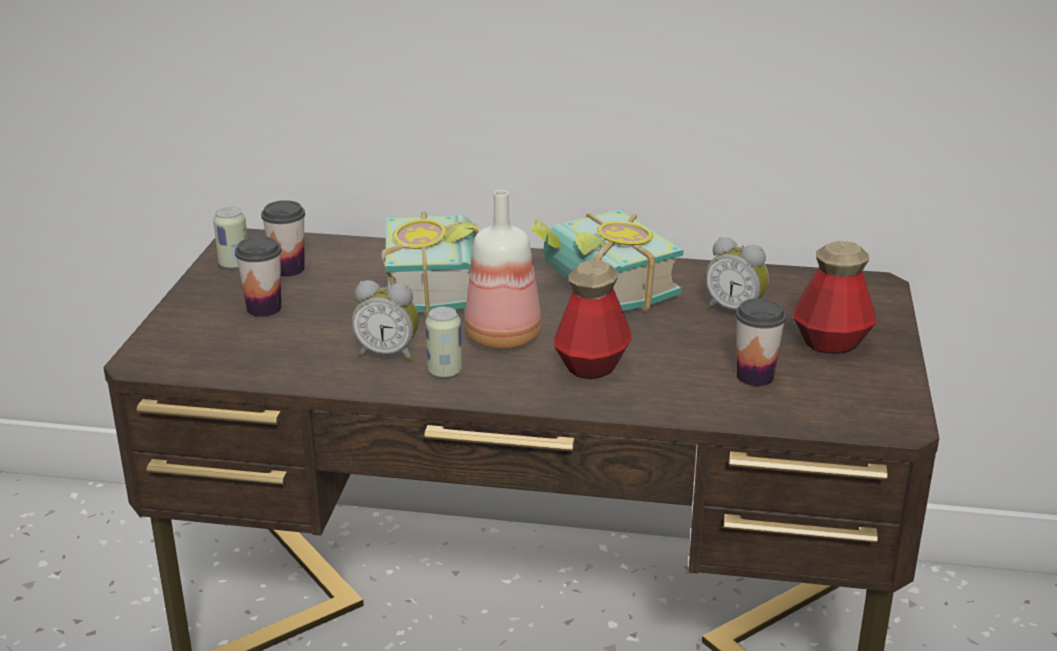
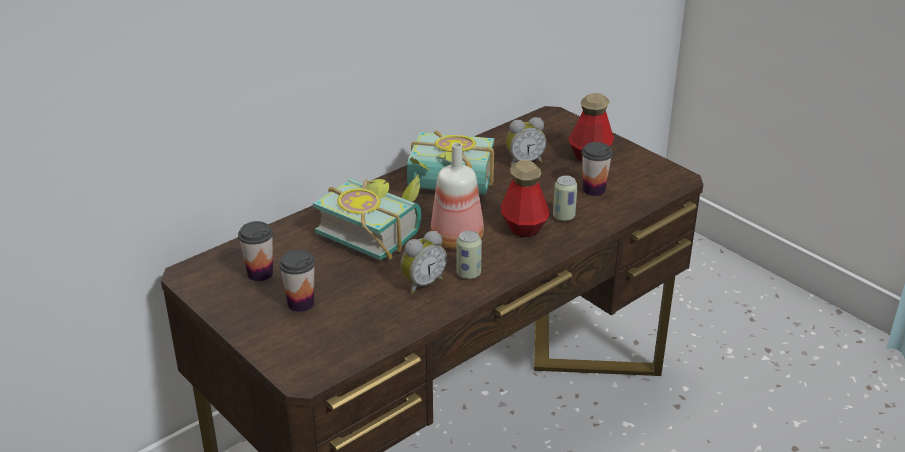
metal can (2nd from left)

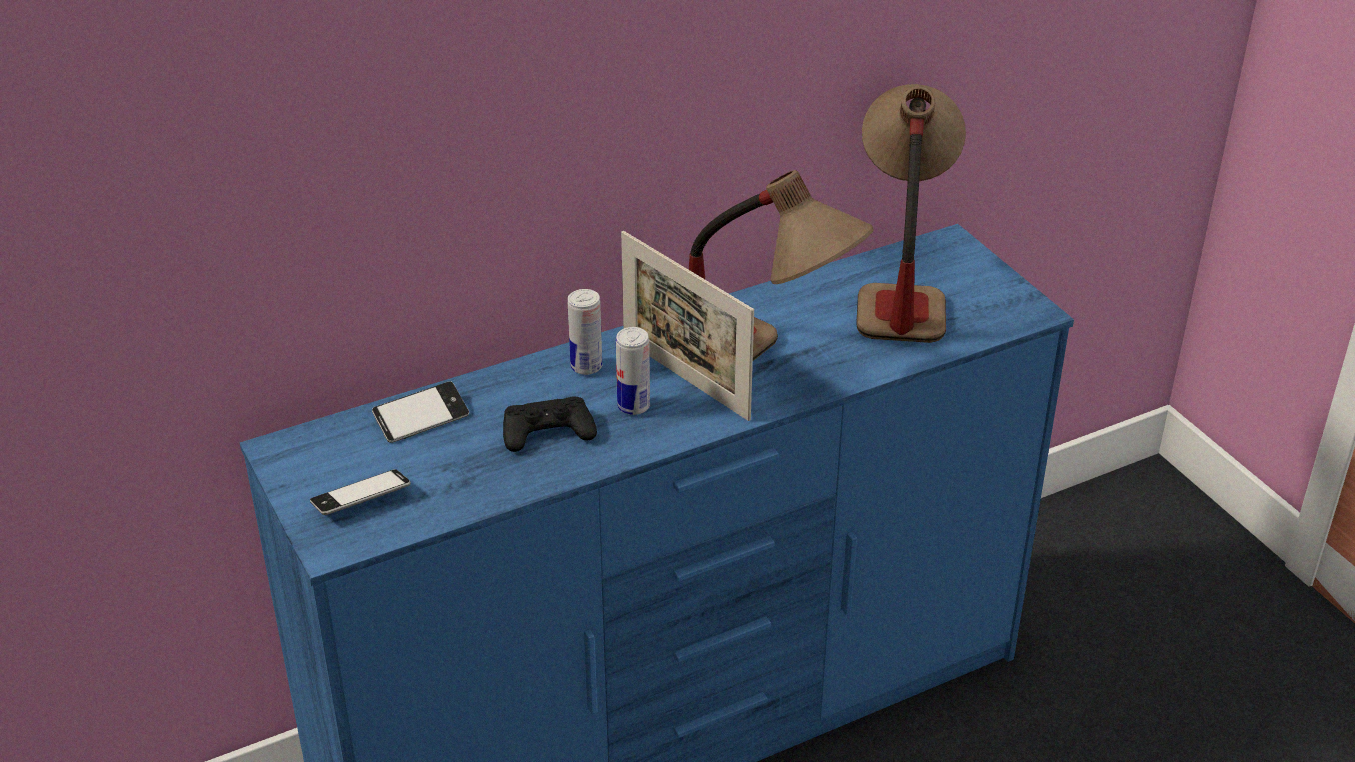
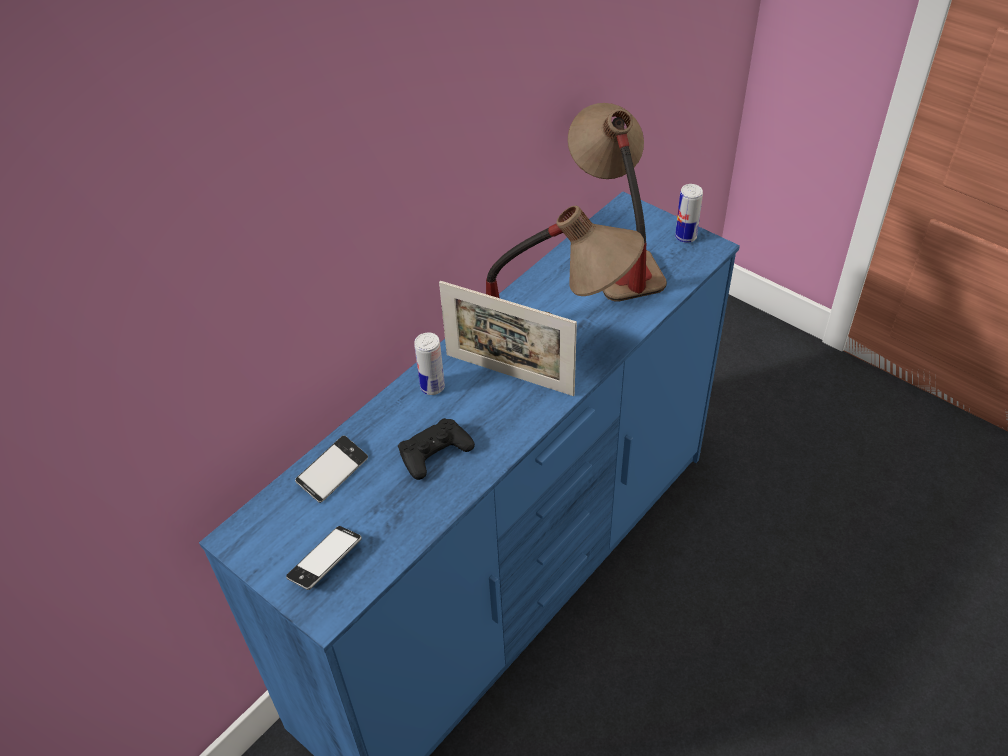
metal can (2nd from left)

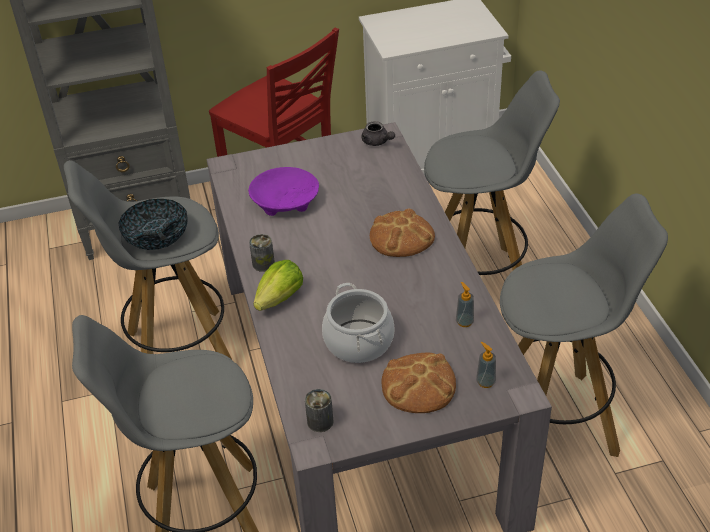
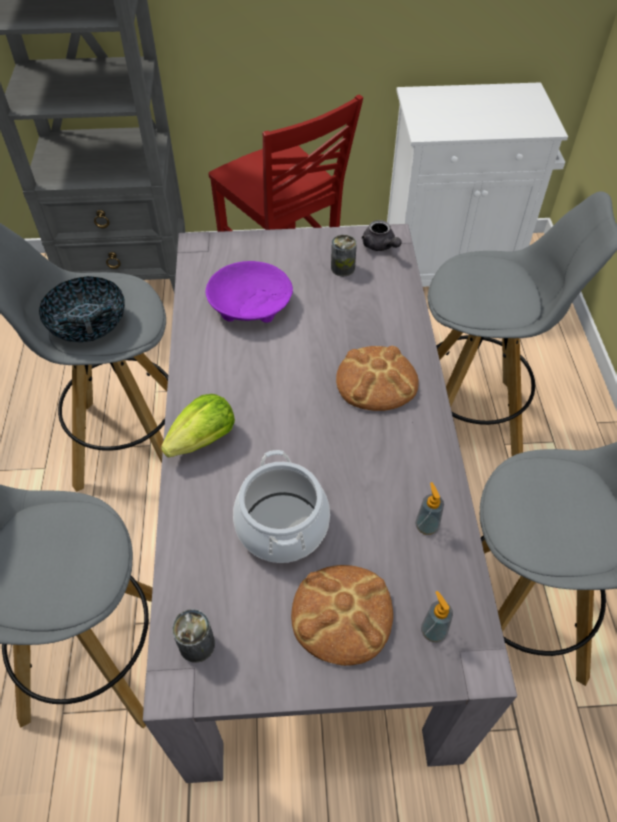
metal can (2nd from left)

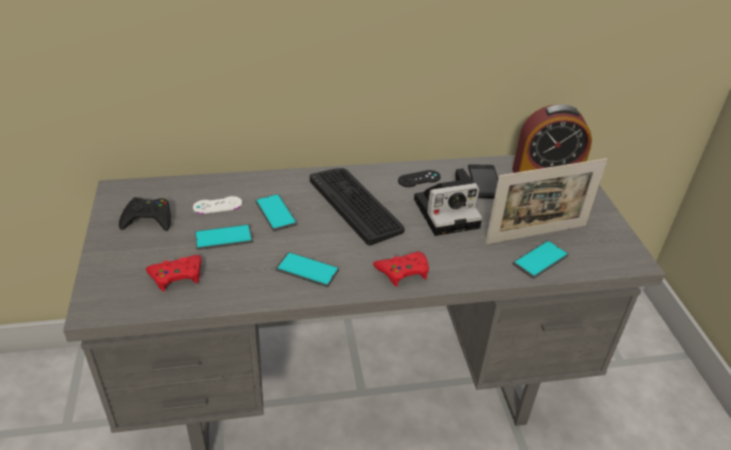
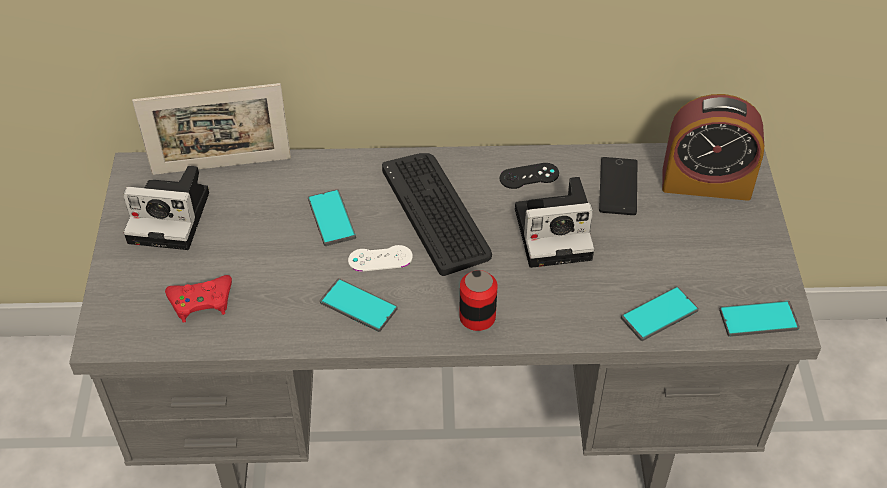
white-coloured game controller
handset (5th from left)
photo frame
still camera (1st from left)
metal can

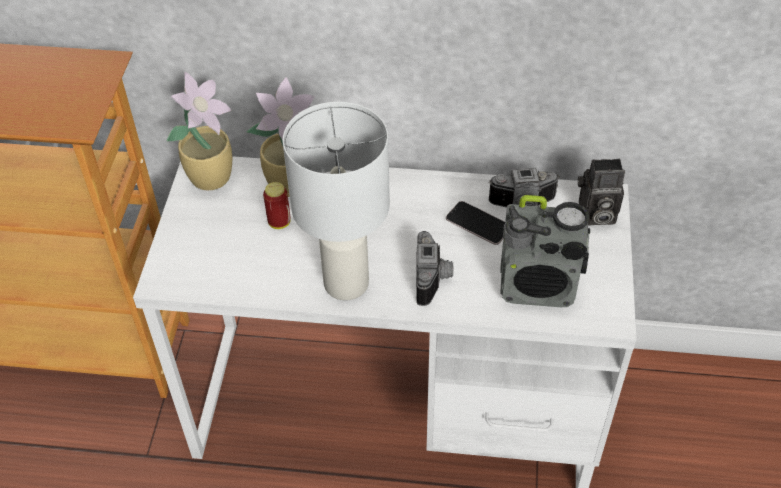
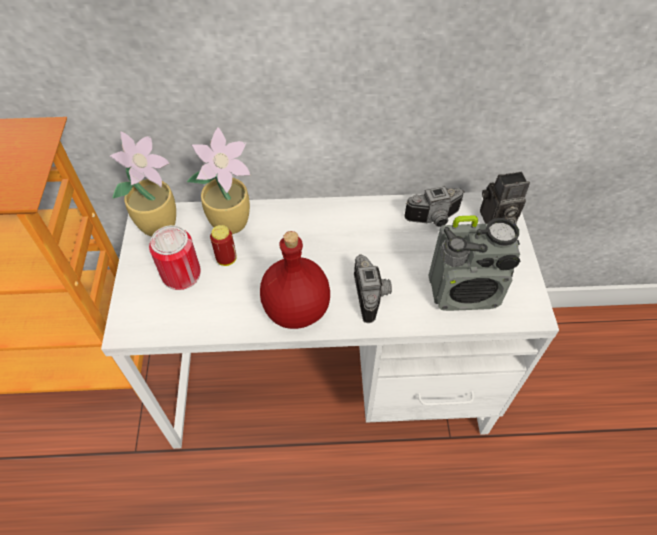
handset
metal can (1st from left)
reddish bottle

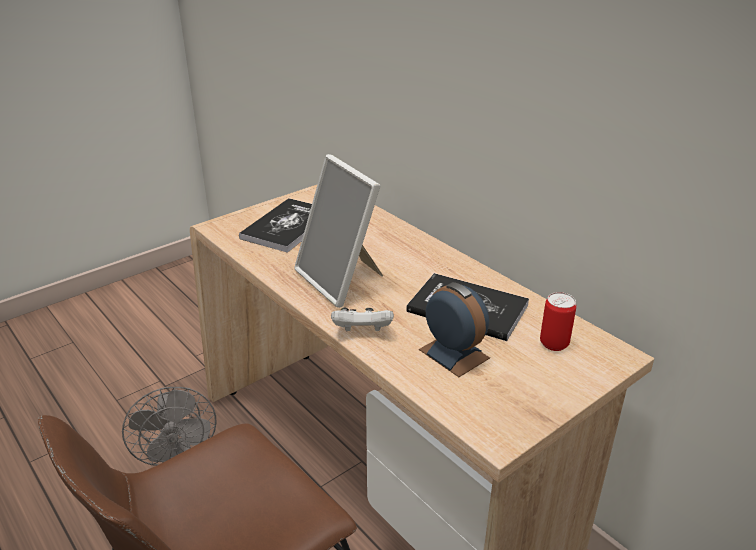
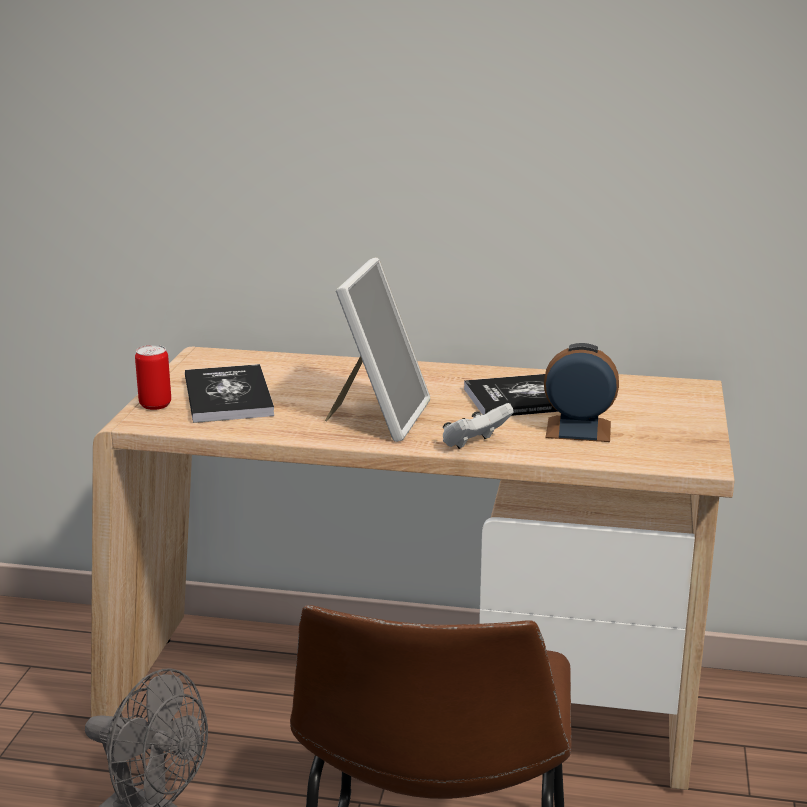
metal can
photo frame

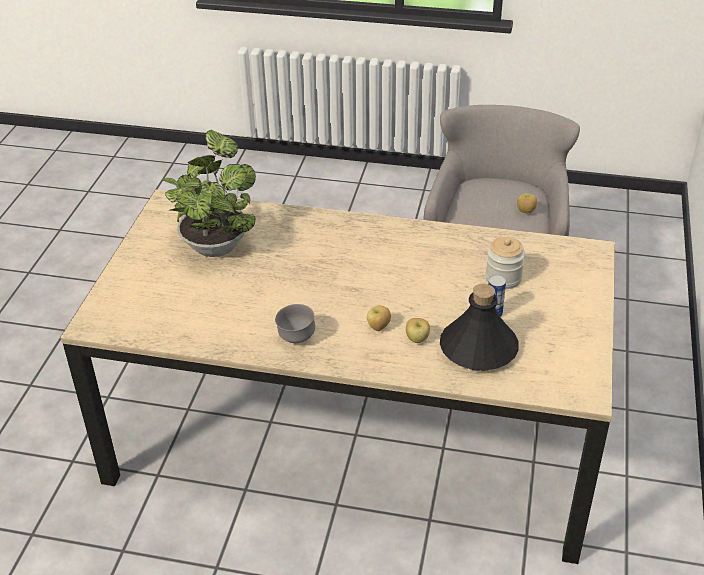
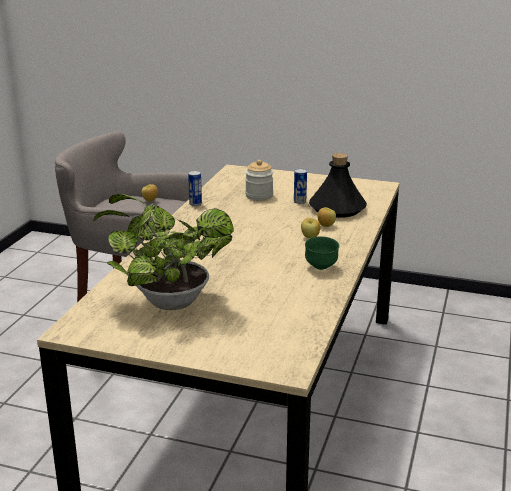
metal can (1st from left)
greenish deep dish

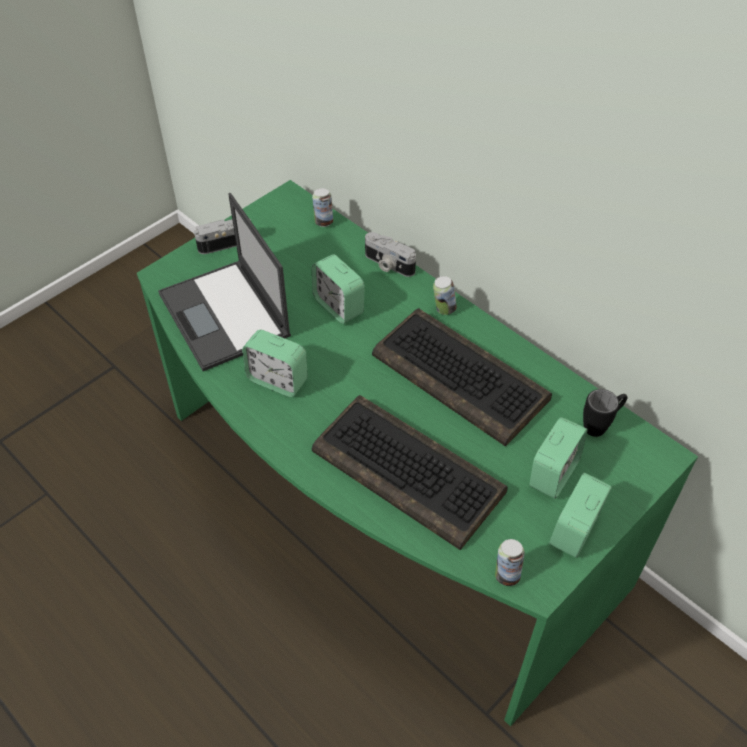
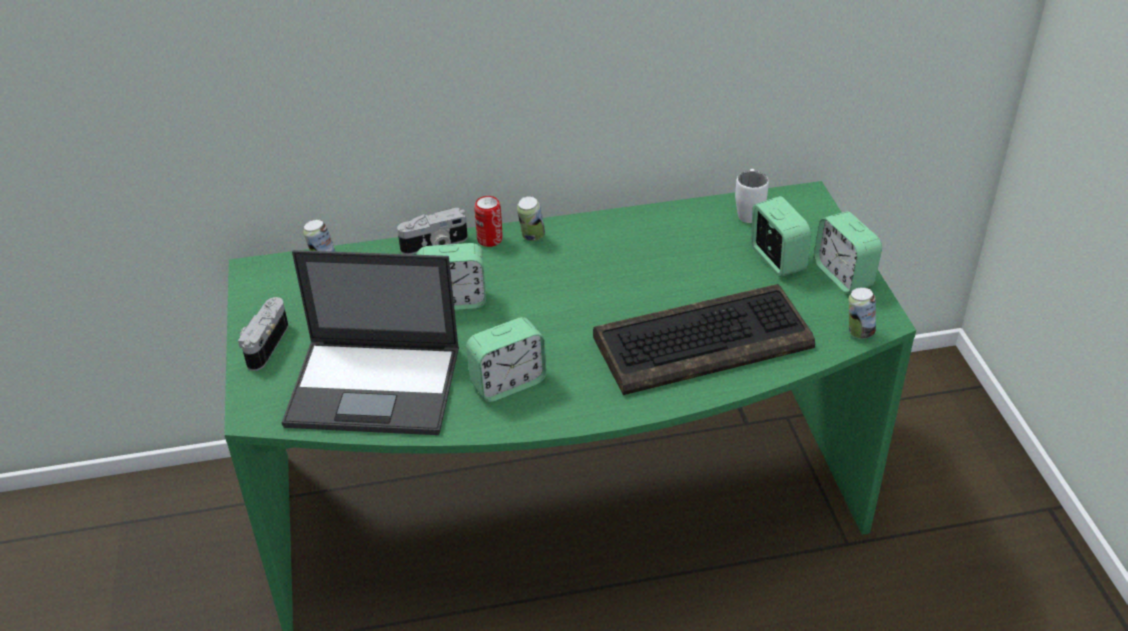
computer keyboard (2nd from left in the first image)
metal can (2nd from left)
white-coloured mug

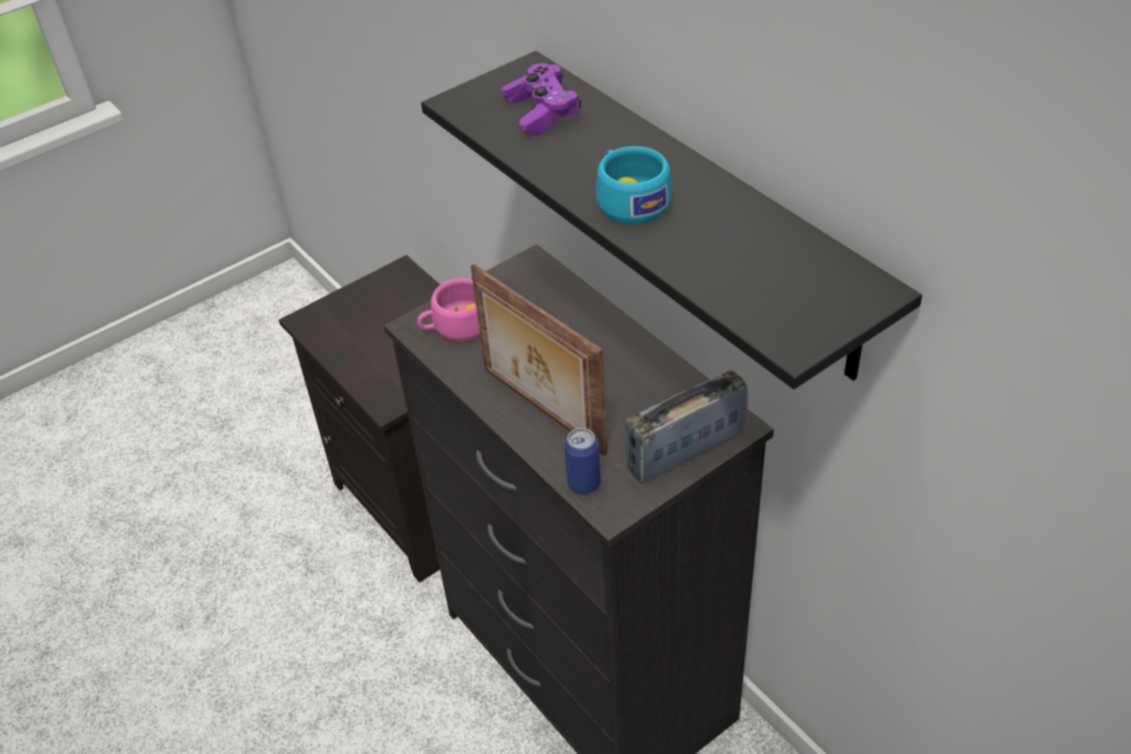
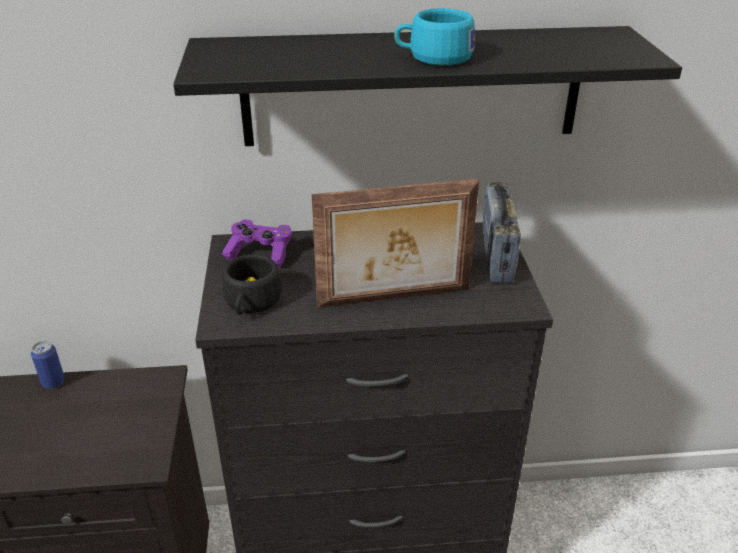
purple game controller
metal can
black-coloured cup

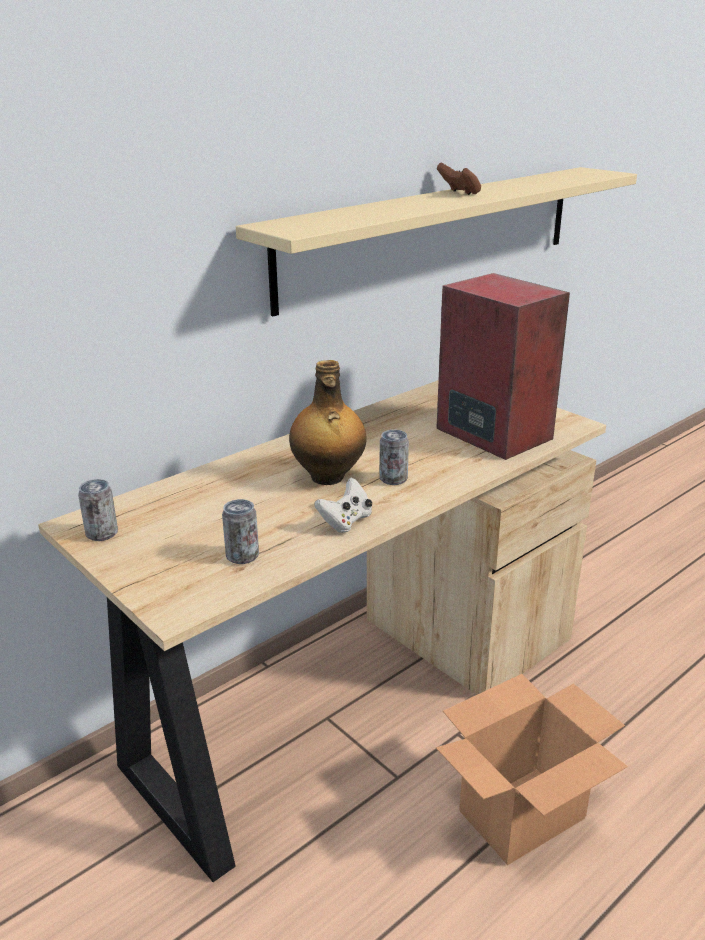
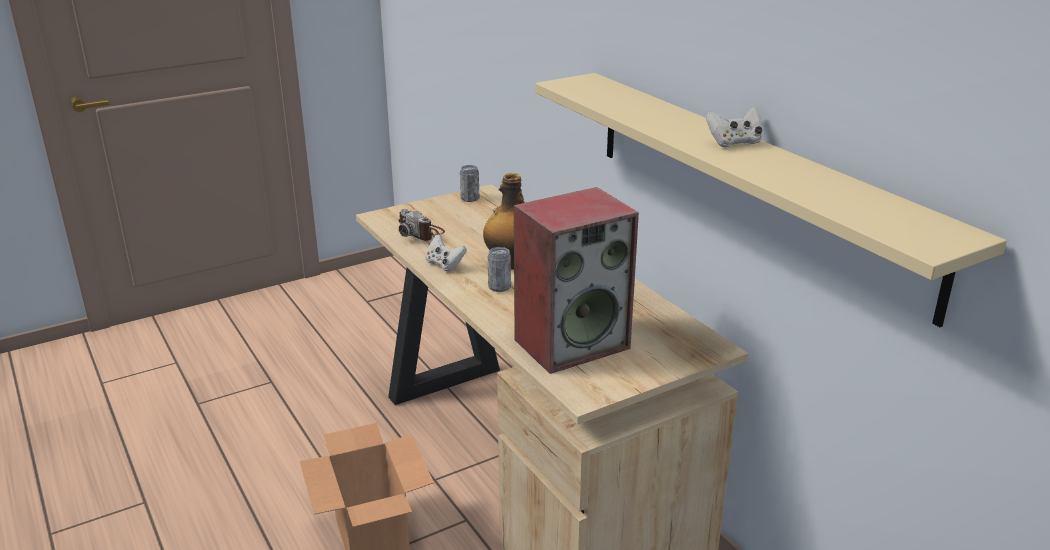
still camera
white-coloured game controller (2nd from left)

